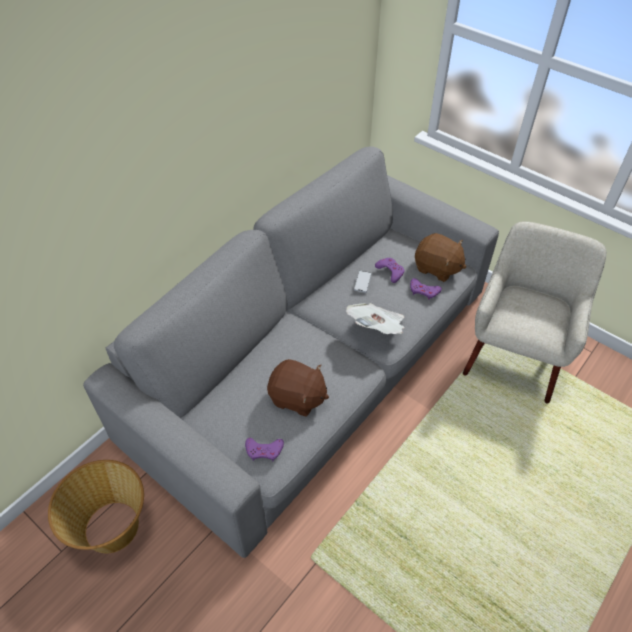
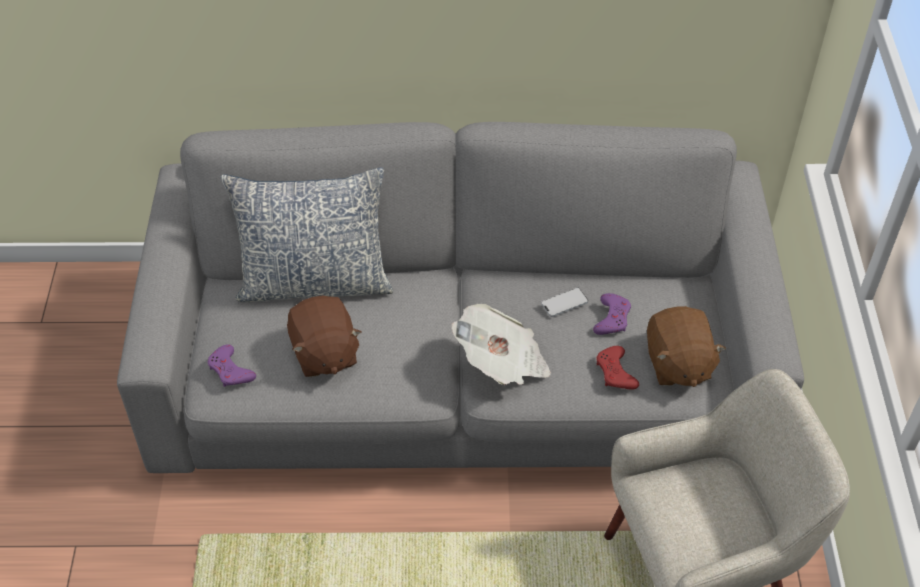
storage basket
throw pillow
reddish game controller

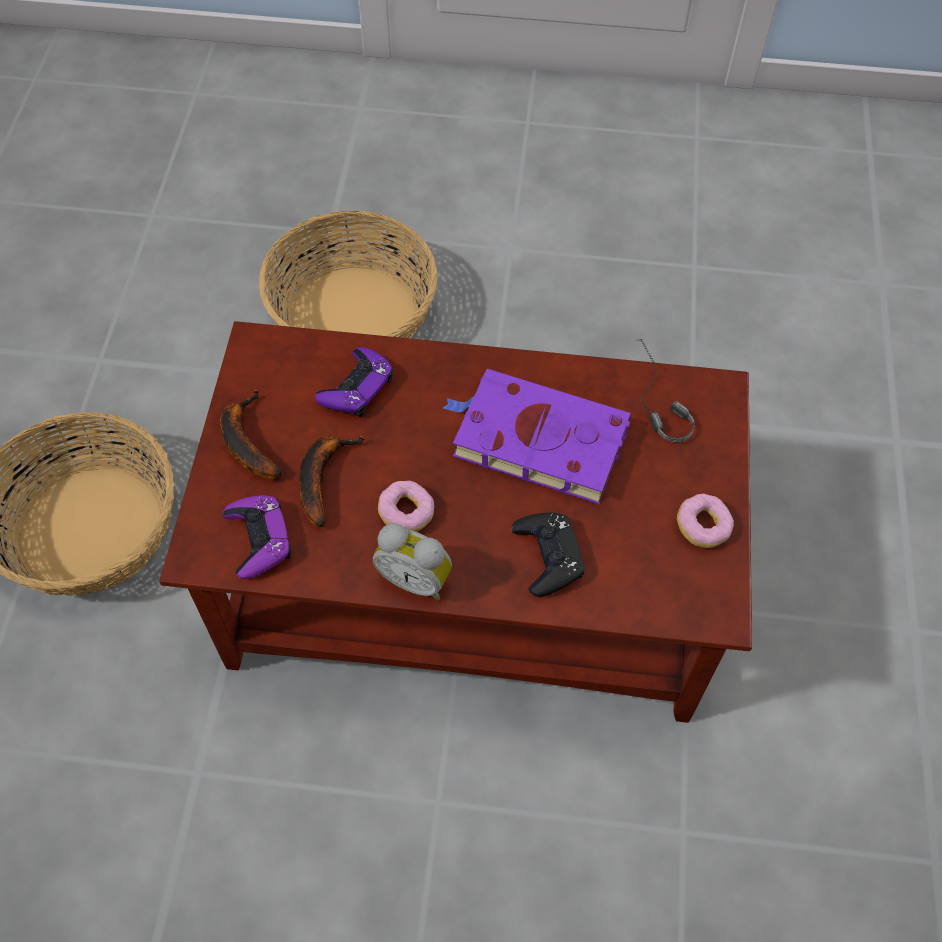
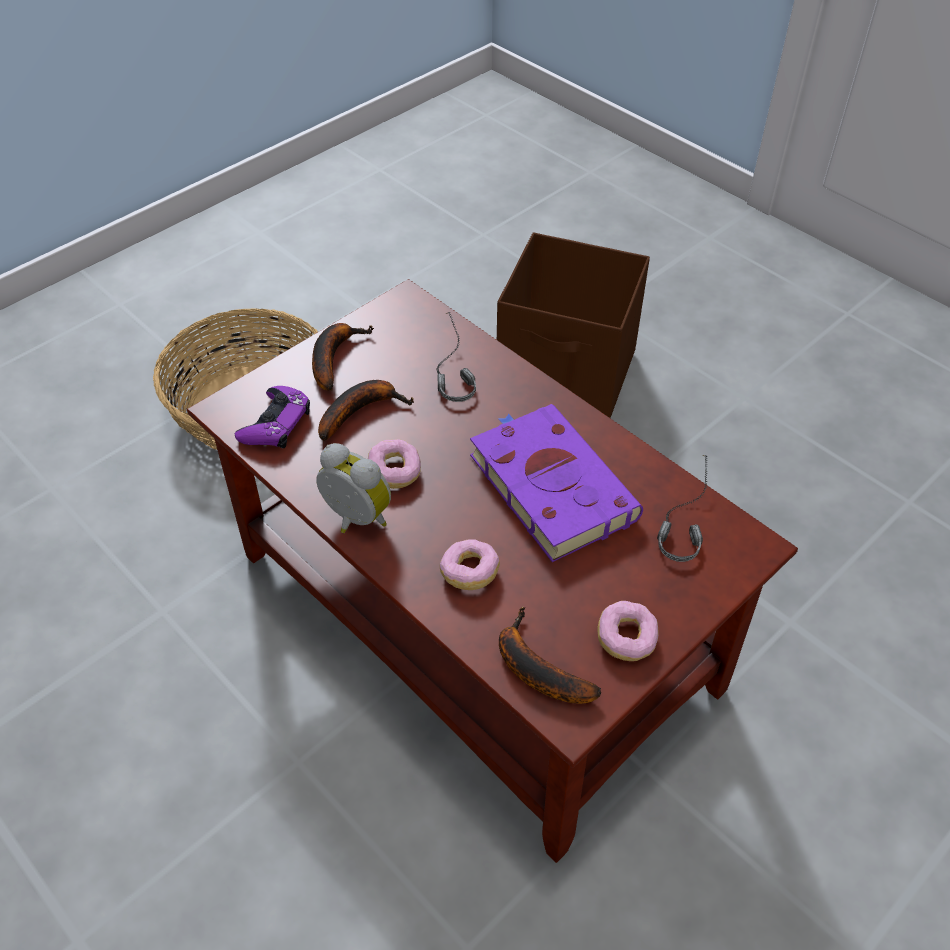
banana (3rd from left)
brown-coloured storage bin
pair of headphones (1st from left)
donut (2nd from left)
alarm clock

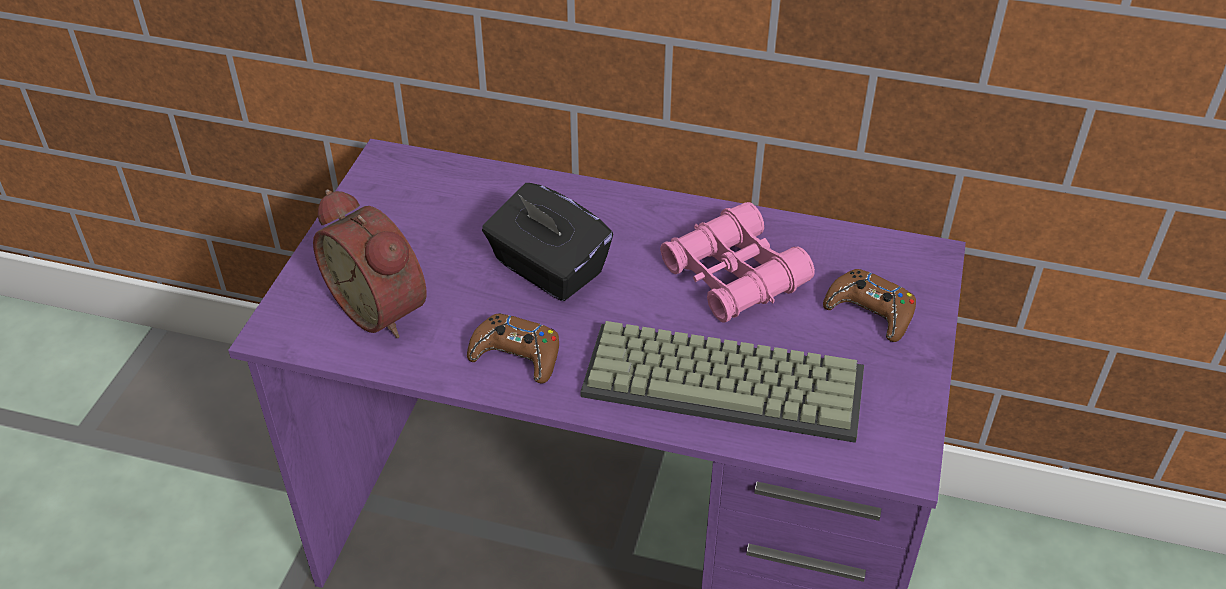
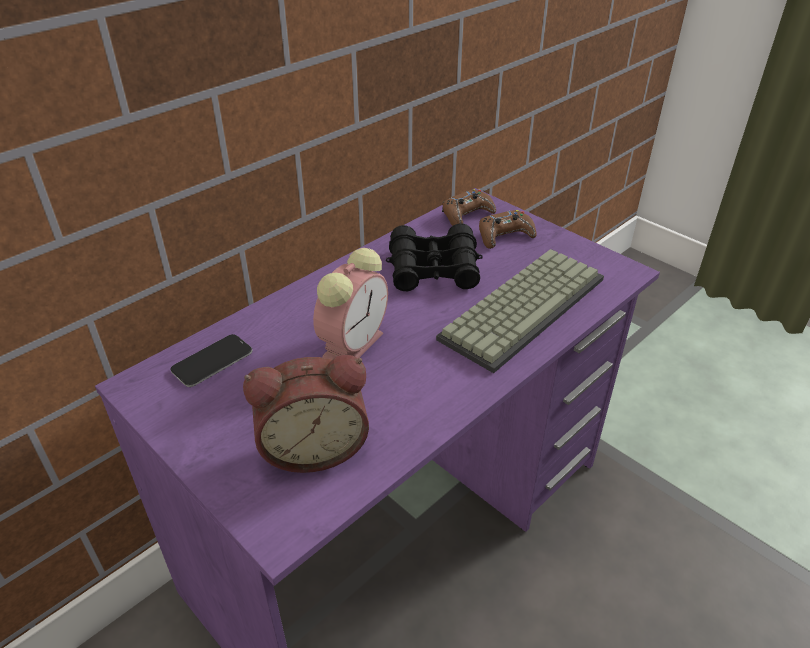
handset
brown-coloured game controller (1st from left)
alarm clock (2nd from left)
black-coloured pair of binoculars

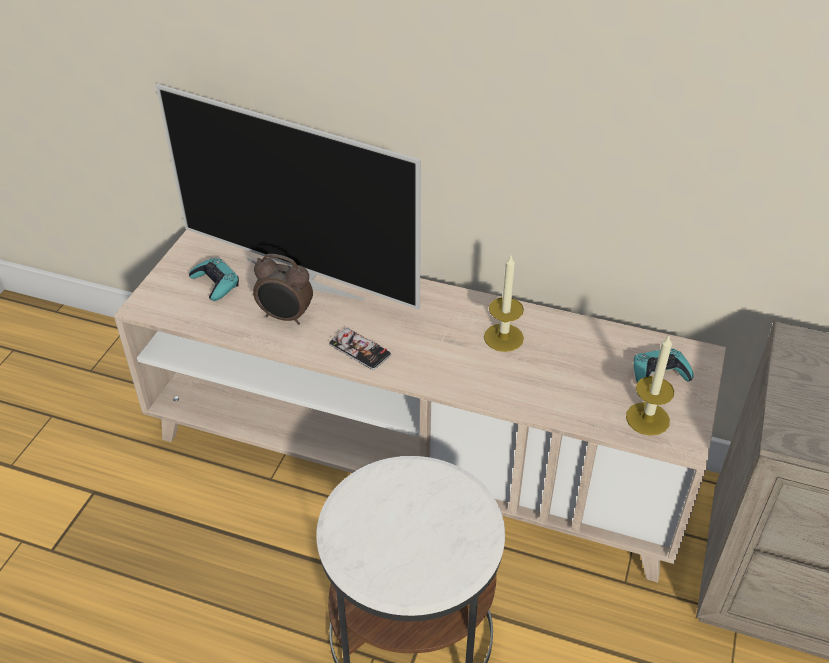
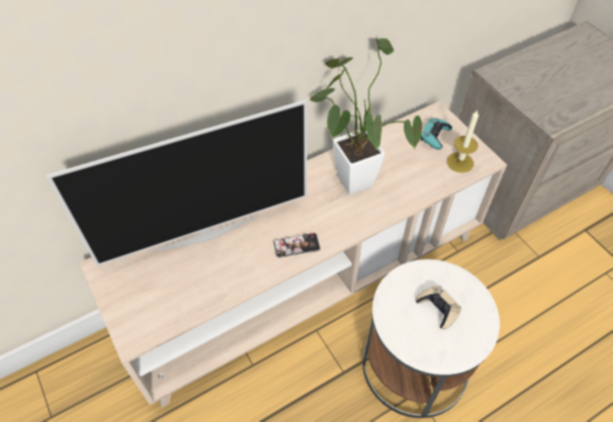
turquoise game controller (1st from left in the first image)
alarm clock
beige-coloured game controller
potted plant

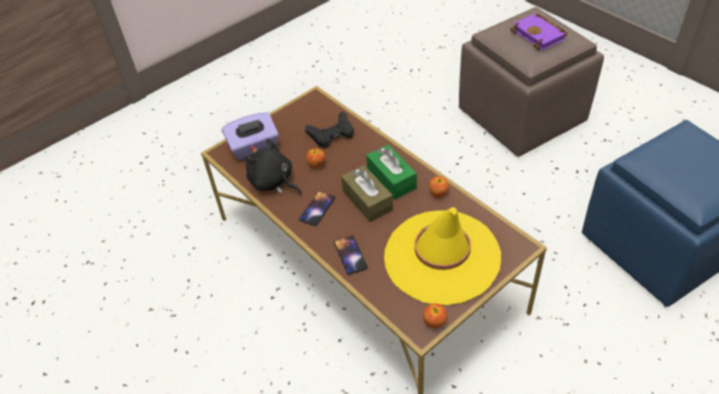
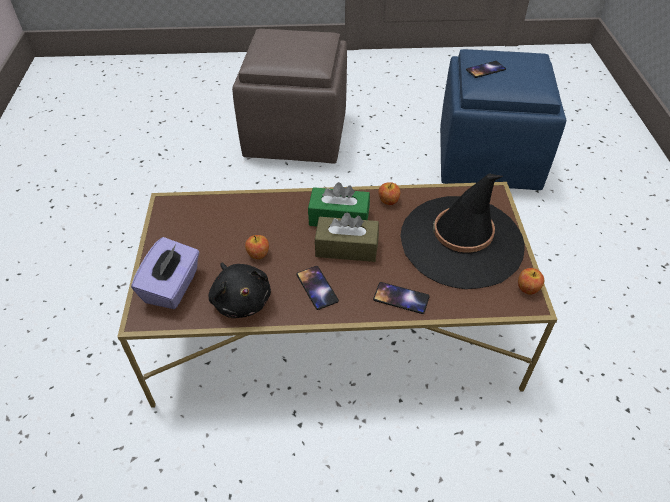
black-coloured game controller
purple volume
handset (3rd from left)
black-coloured wearable hat
black-coloured soft toy

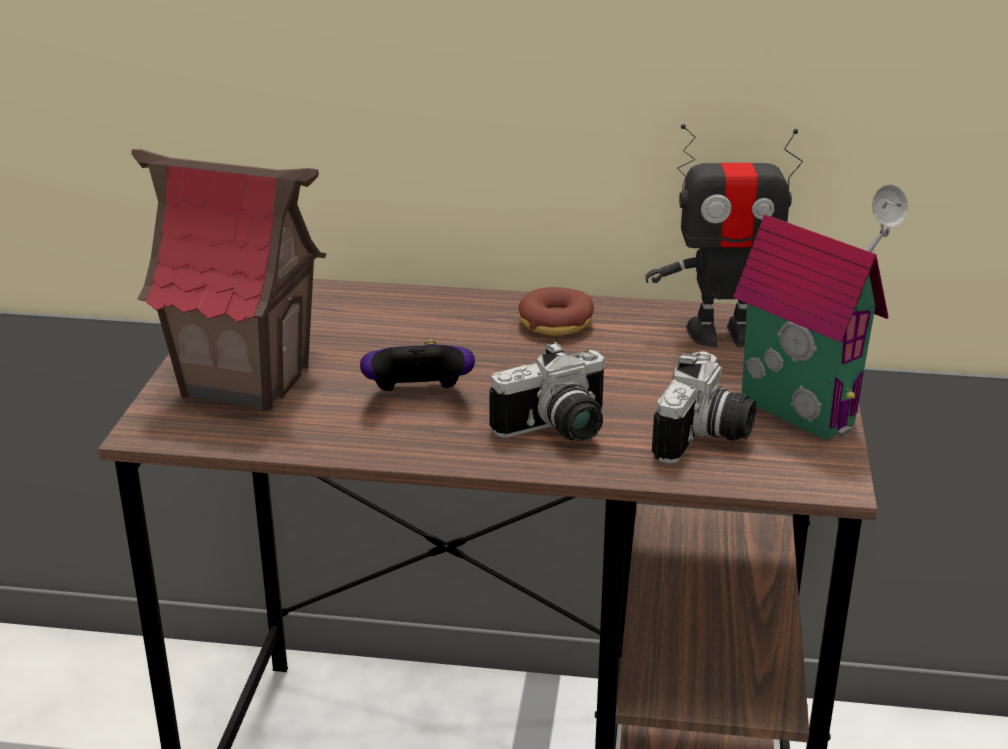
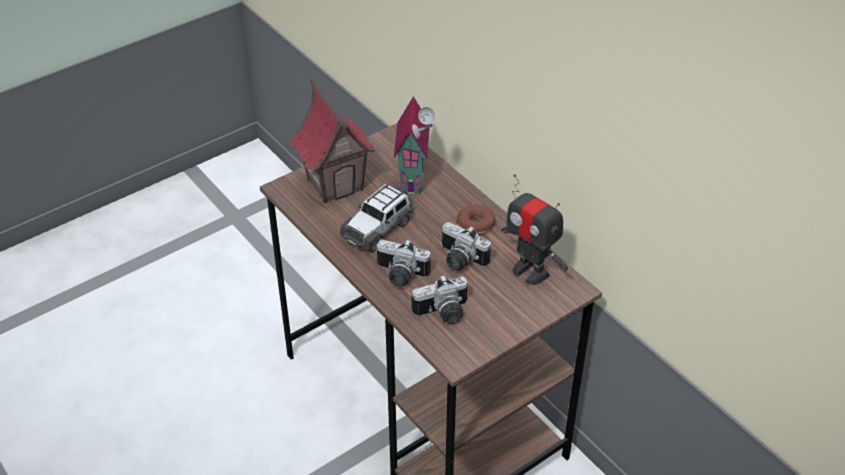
still camera (3rd from left)
miniature house (2nd from left)
miniature car

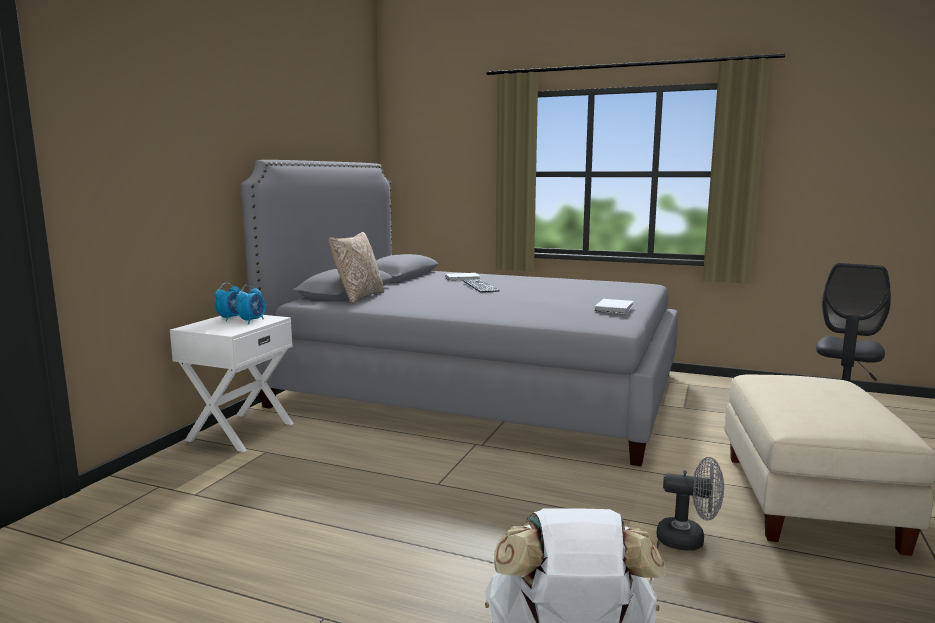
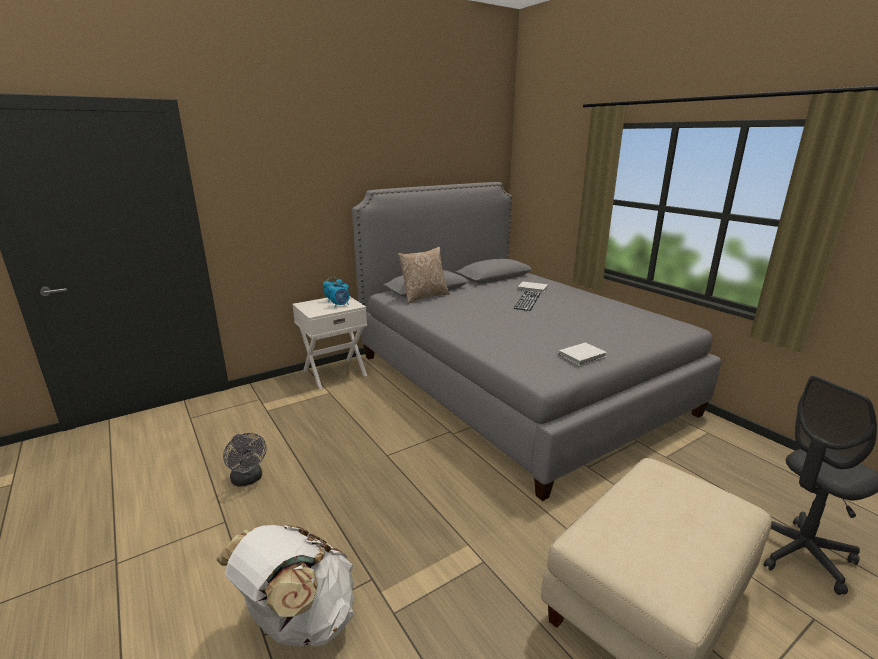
greyish cooling fan

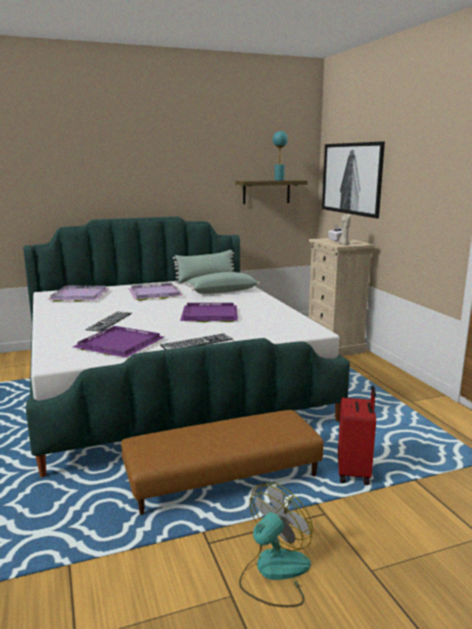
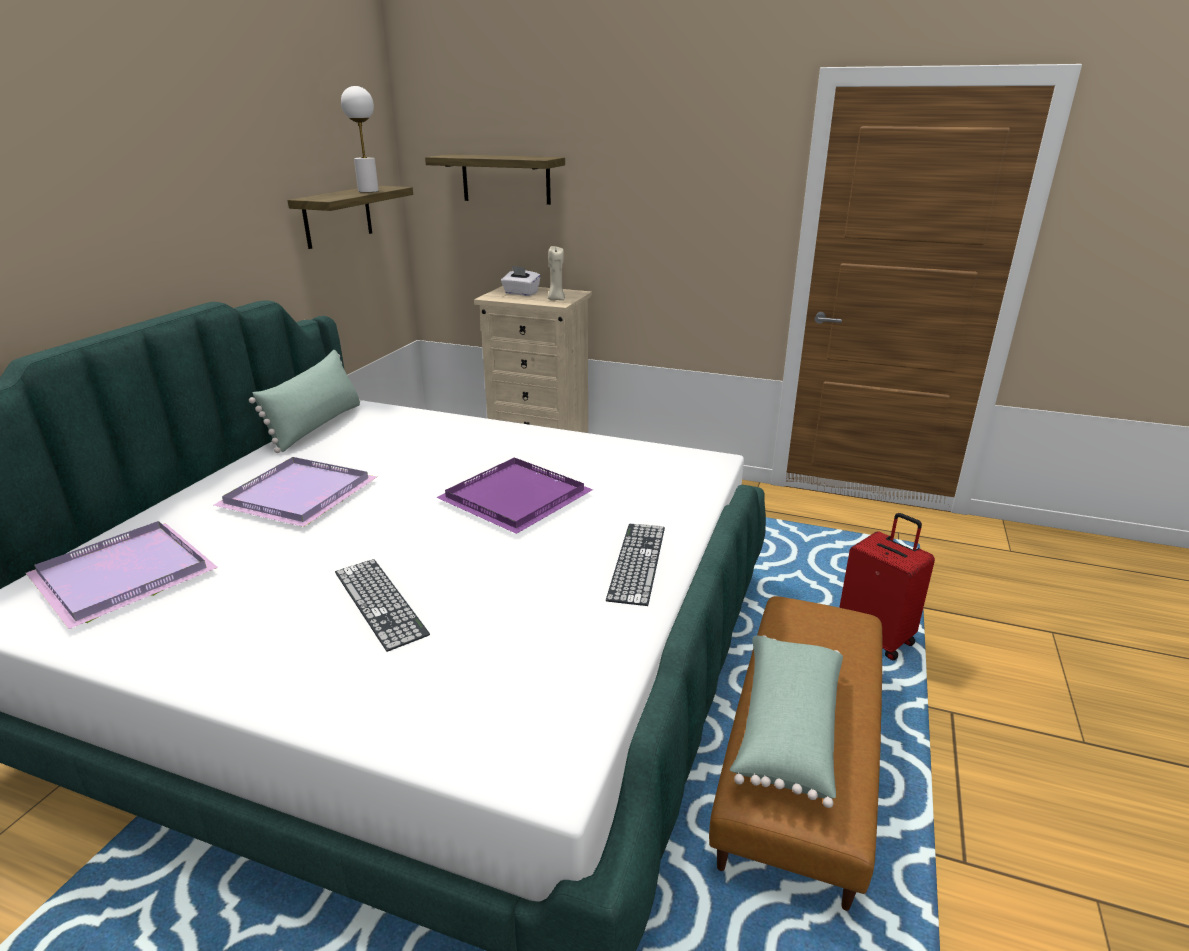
purple carrying tray (2nd from left in the first image)
cooling fan
greenish throw pillow (2nd from left)
shelf (2nd from left)
white-coloured table lamp

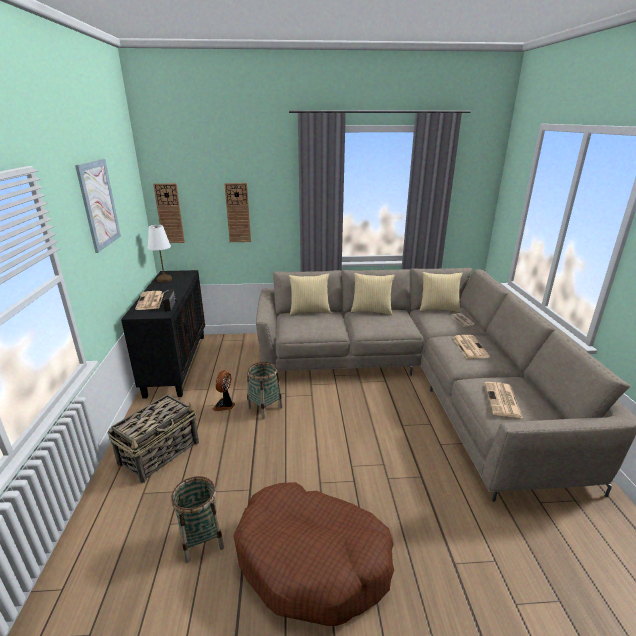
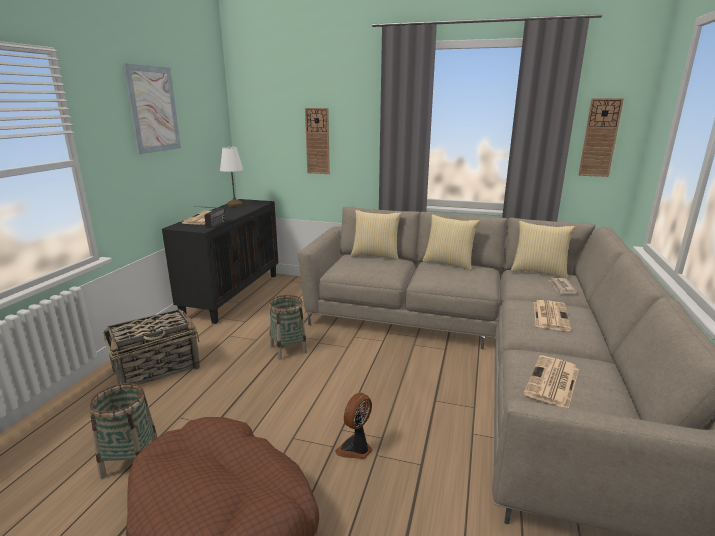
wall clock (2nd from left)
cooling fan

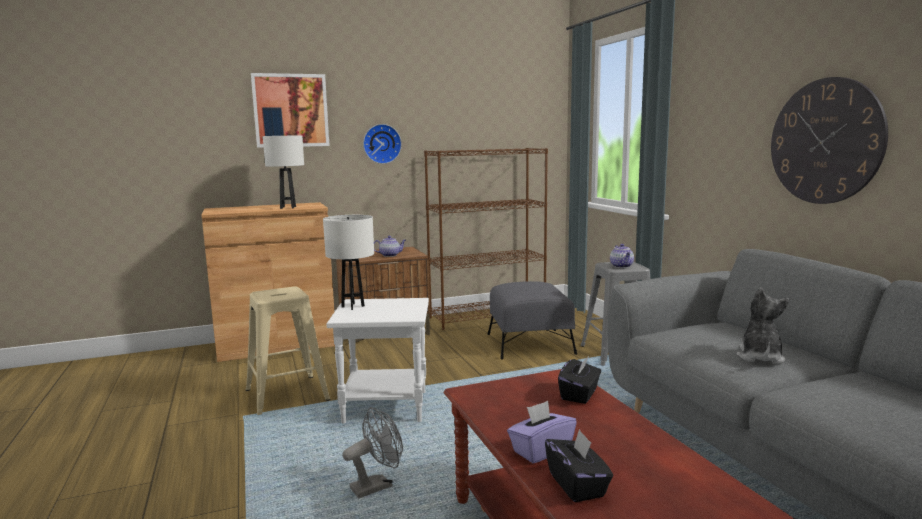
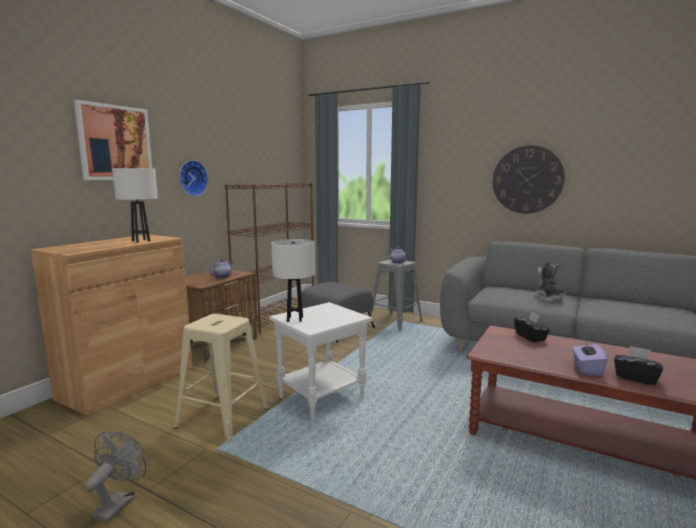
greyish cooling fan

